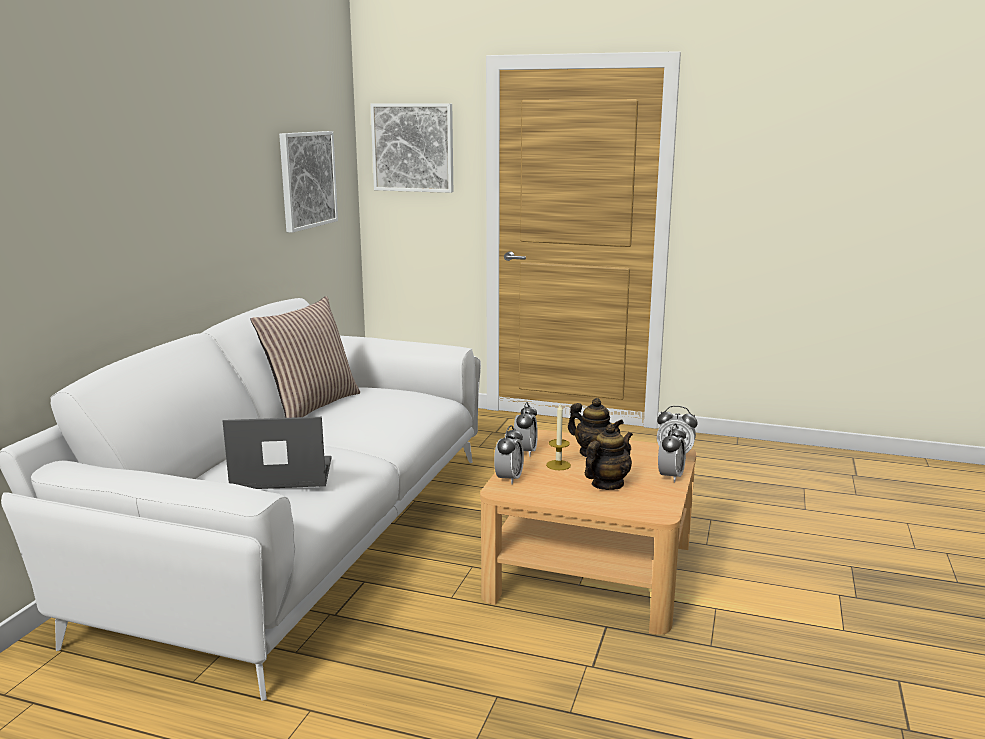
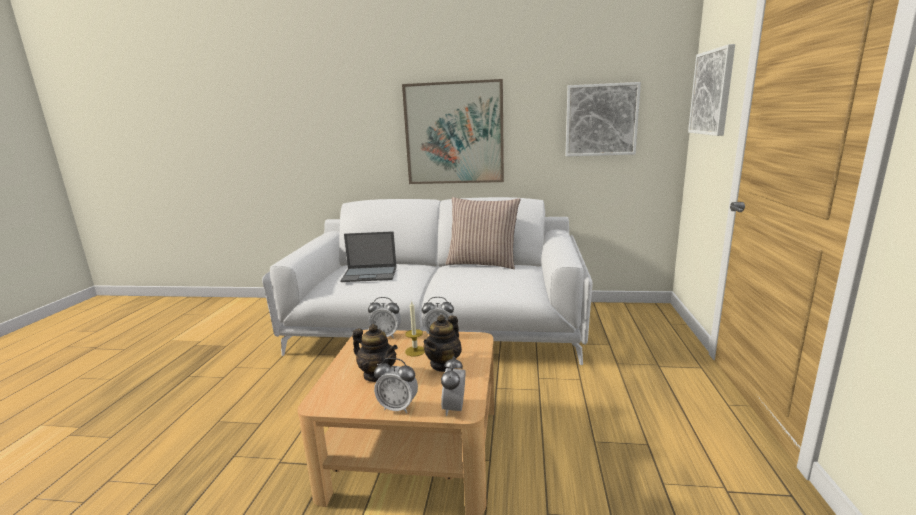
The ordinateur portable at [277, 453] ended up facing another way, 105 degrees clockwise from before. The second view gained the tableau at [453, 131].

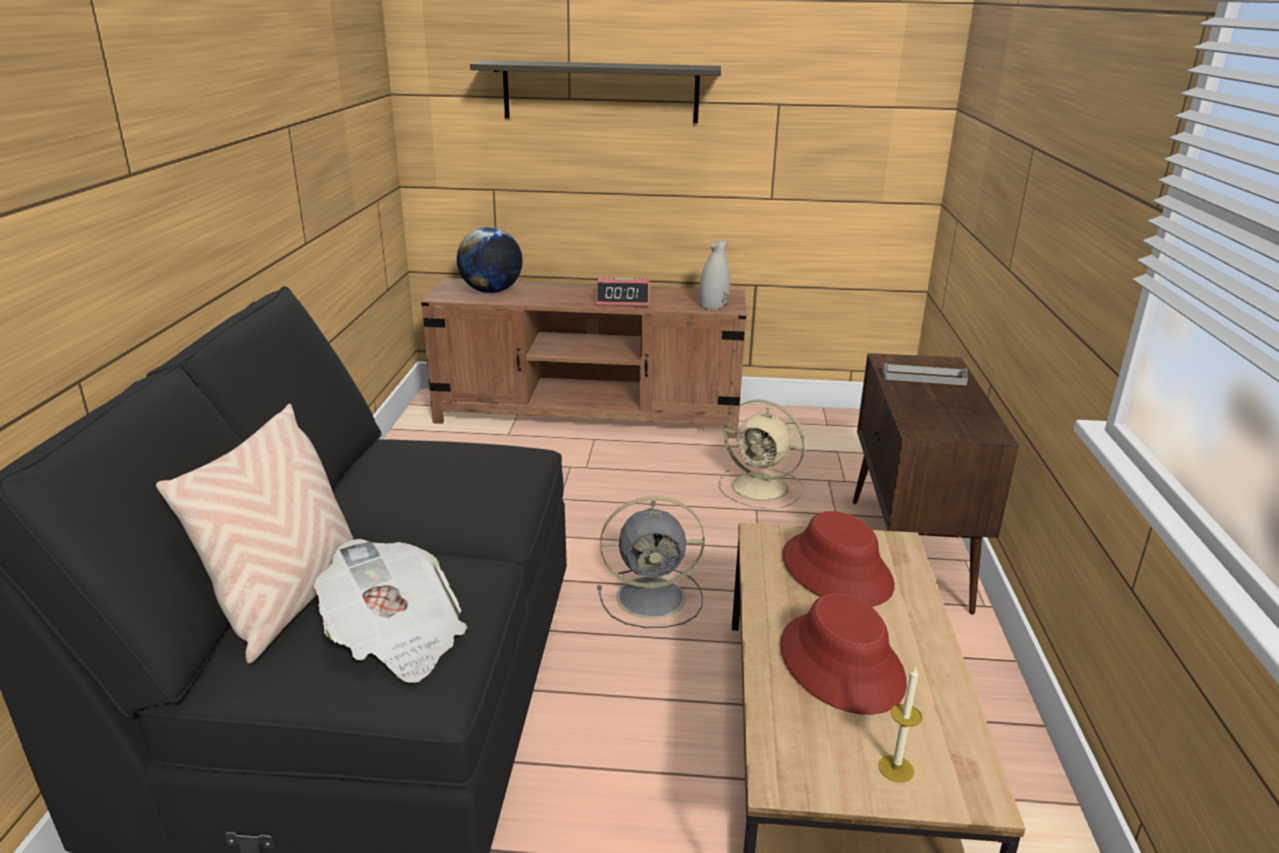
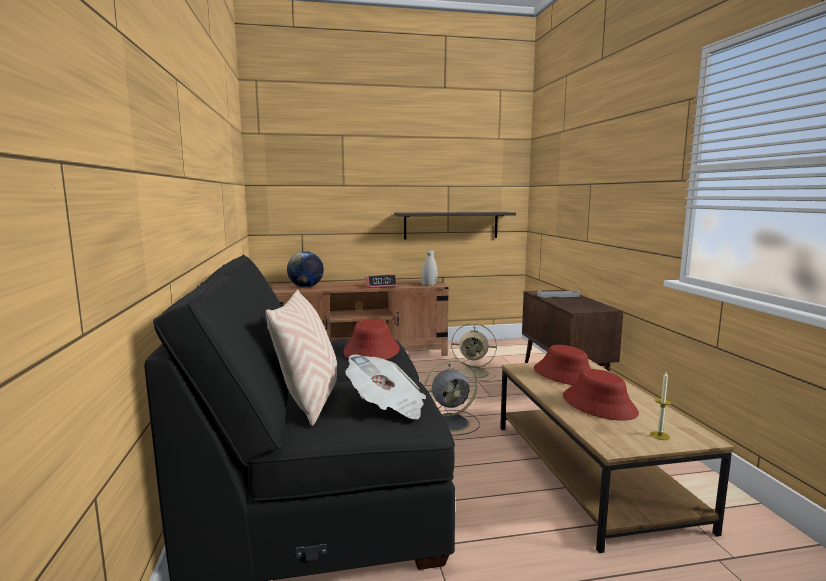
The étagère ended up elsewhere, having gone from [595, 91] to [455, 226]. The second view gained the chapeau [rouge] at [371, 339].

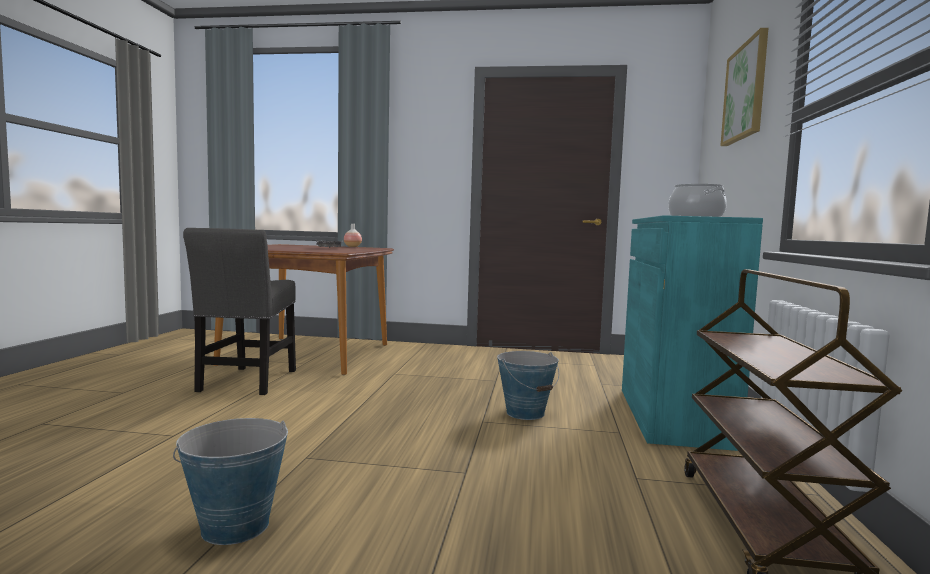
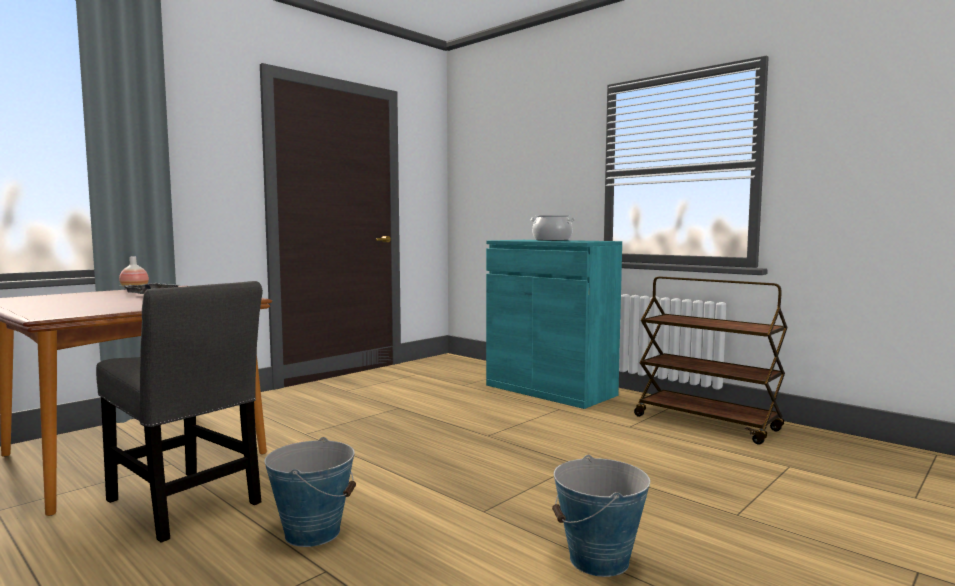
The seau ended up elsewhere, having gone from [528, 385] to [310, 492]. The second view lost the tableau at [744, 87].

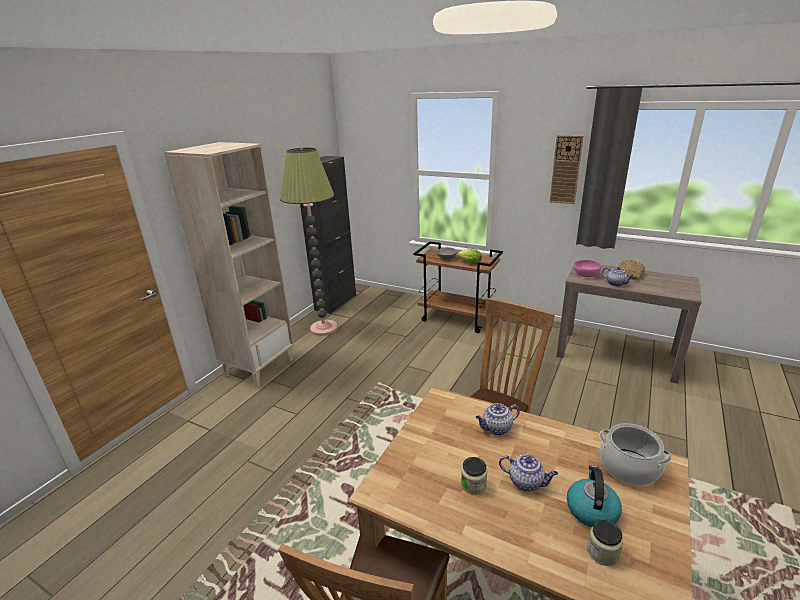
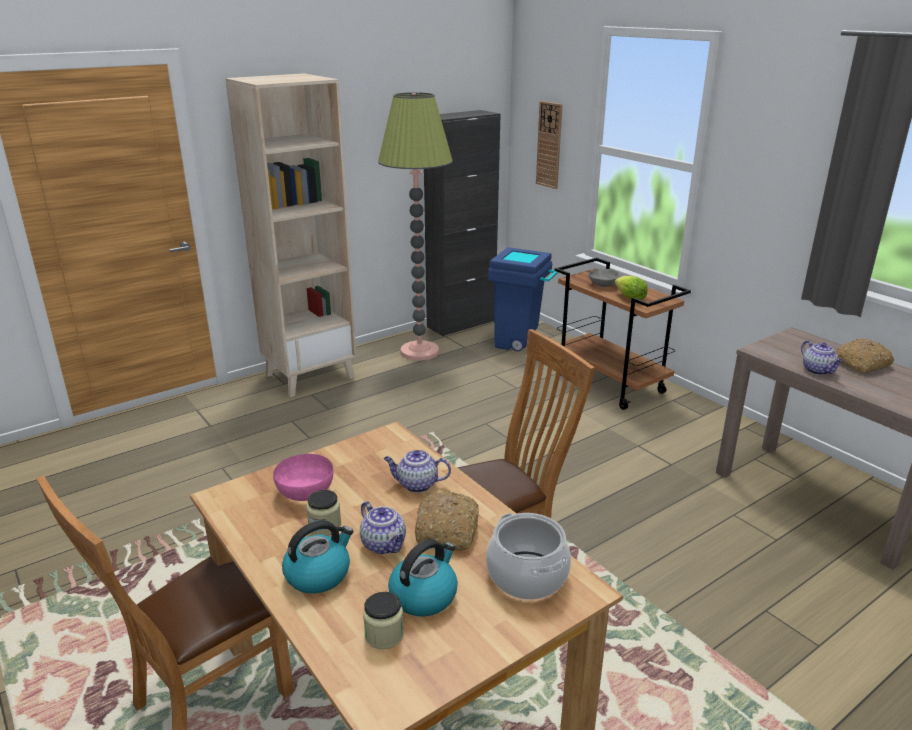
The horloge murale ended up elsewhere, having gone from [566, 169] to [549, 145]. The bol [rose] ended up elsewhere, having gone from [587, 268] to [303, 477]. The second view gained the bouilloire at [317, 556]. The second view gained the pain at [447, 521]. The second view gained the poubelle [bleu] at [523, 299].

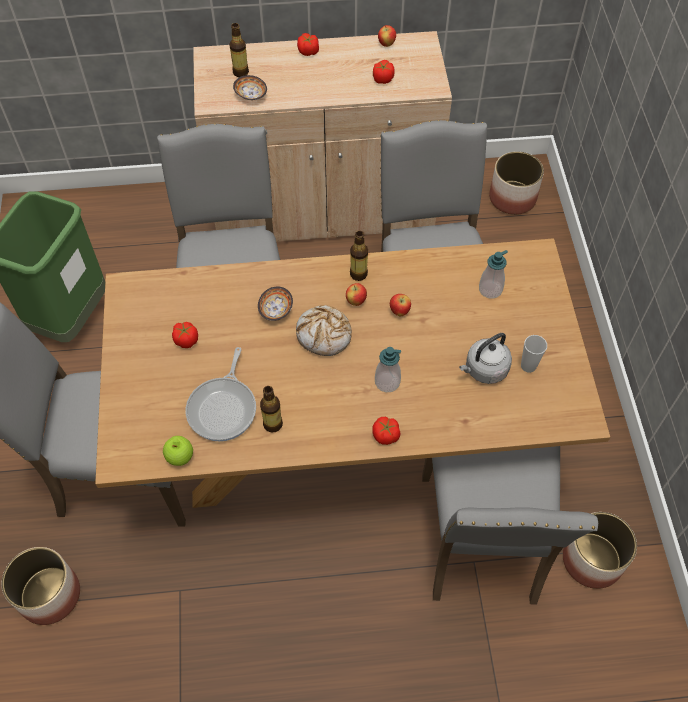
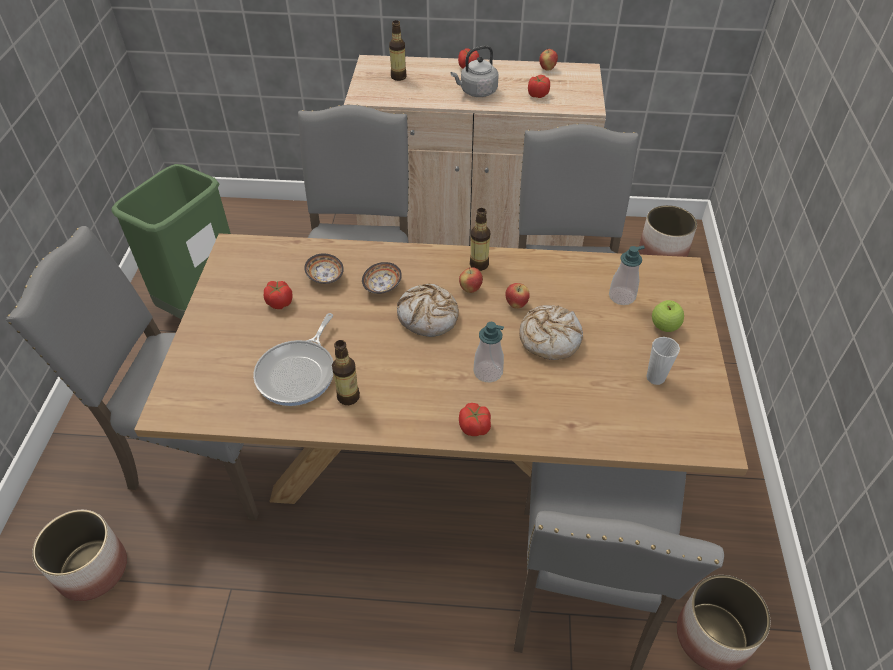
The pomme ended up elsewhere, having gone from [178, 451] to [668, 316]. The bol ended up elsewhere, having gone from [250, 87] to [324, 268]. The bouilloire [gris] ended up elsewhere, having gone from [485, 358] to [475, 71]. The second view gained the pain at [551, 332].

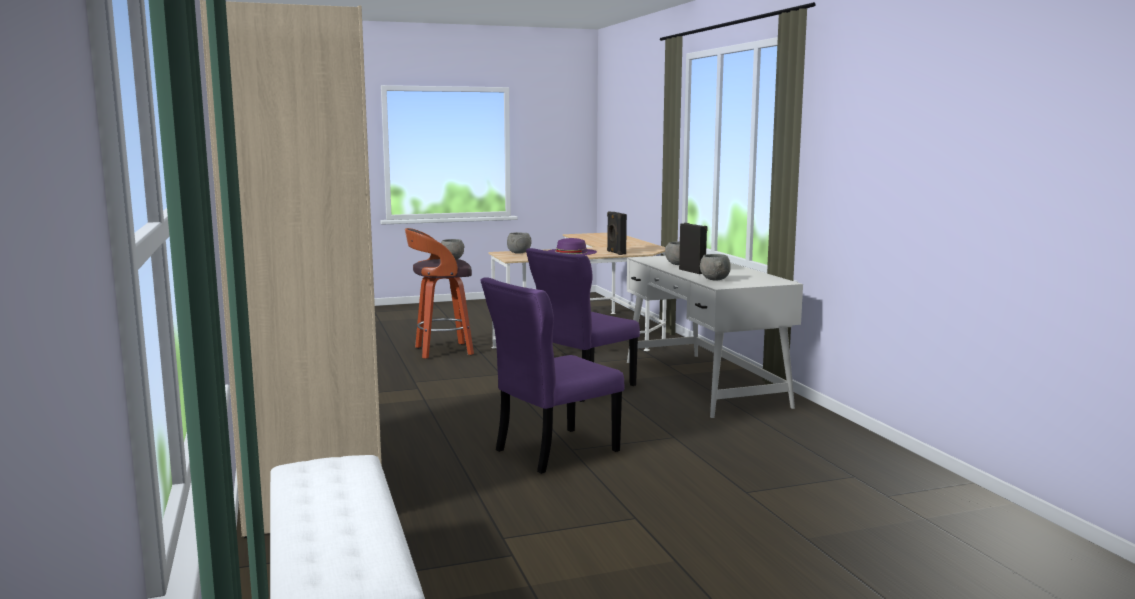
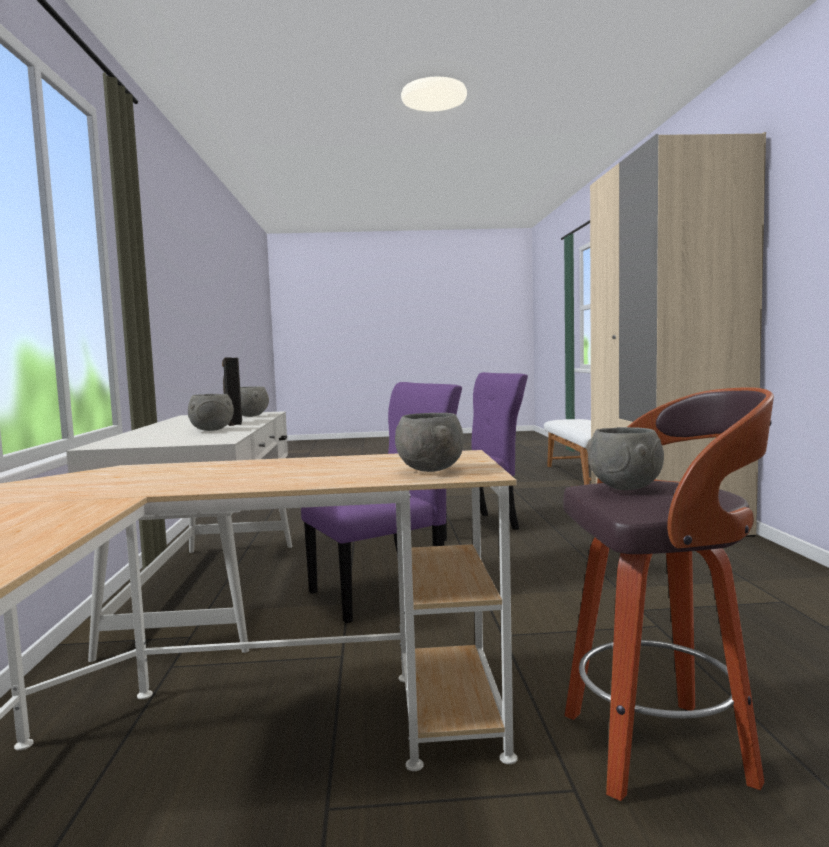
The second view lost the chapeau [violet] at [572, 246]. The second view lost the enceinte [noir] at [617, 233].

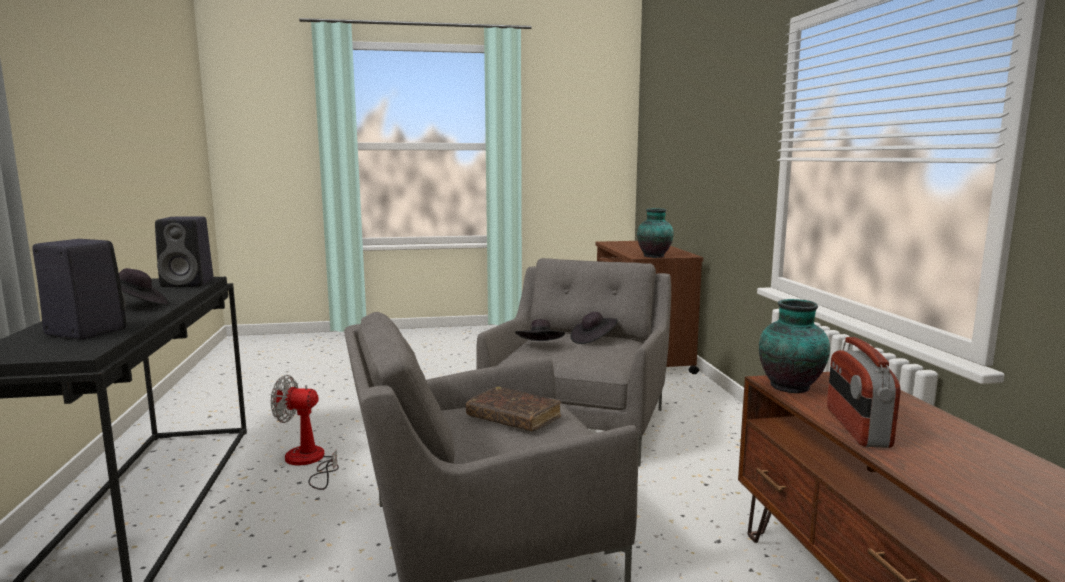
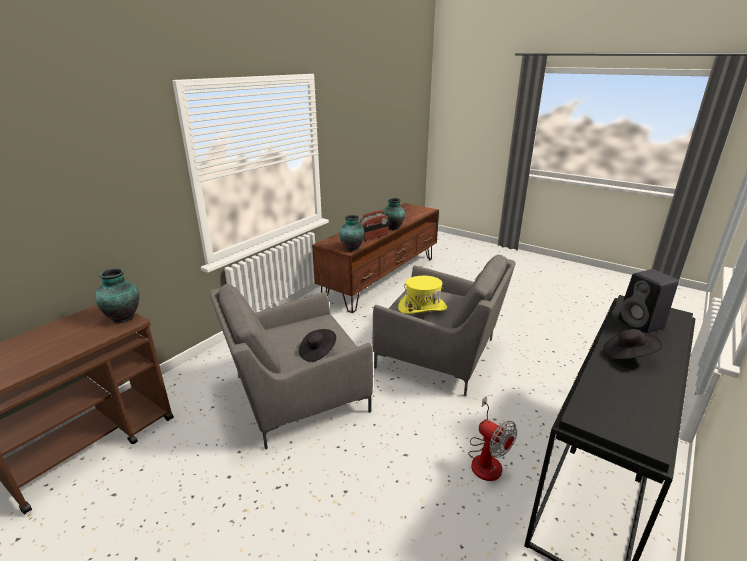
The second view lost the enceinte [noir] at [184, 251]. Where the livre [marron] stood at [513, 408], the chapeau [jaune] came to stand at [422, 295]. The second view lost the chapeau [noir] at [594, 328]. The second view gained the vase at [393, 214].

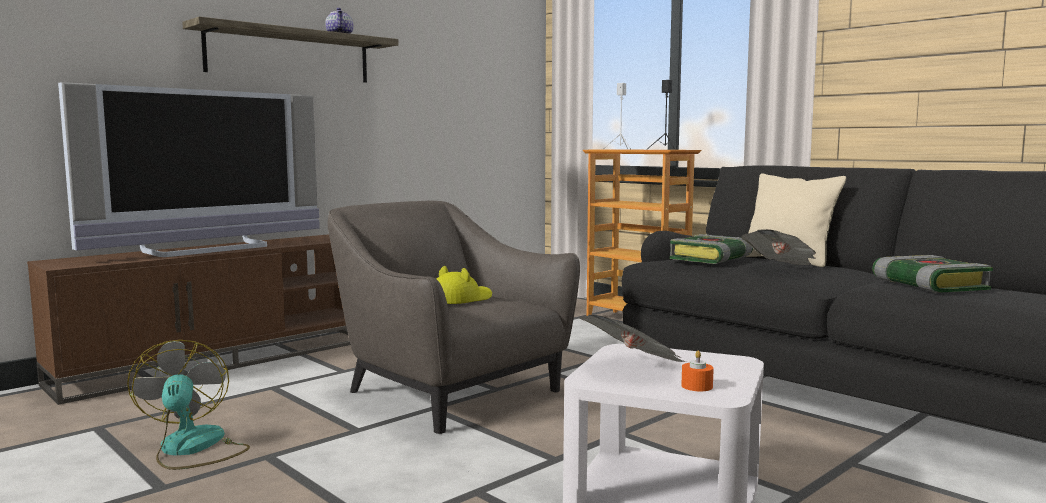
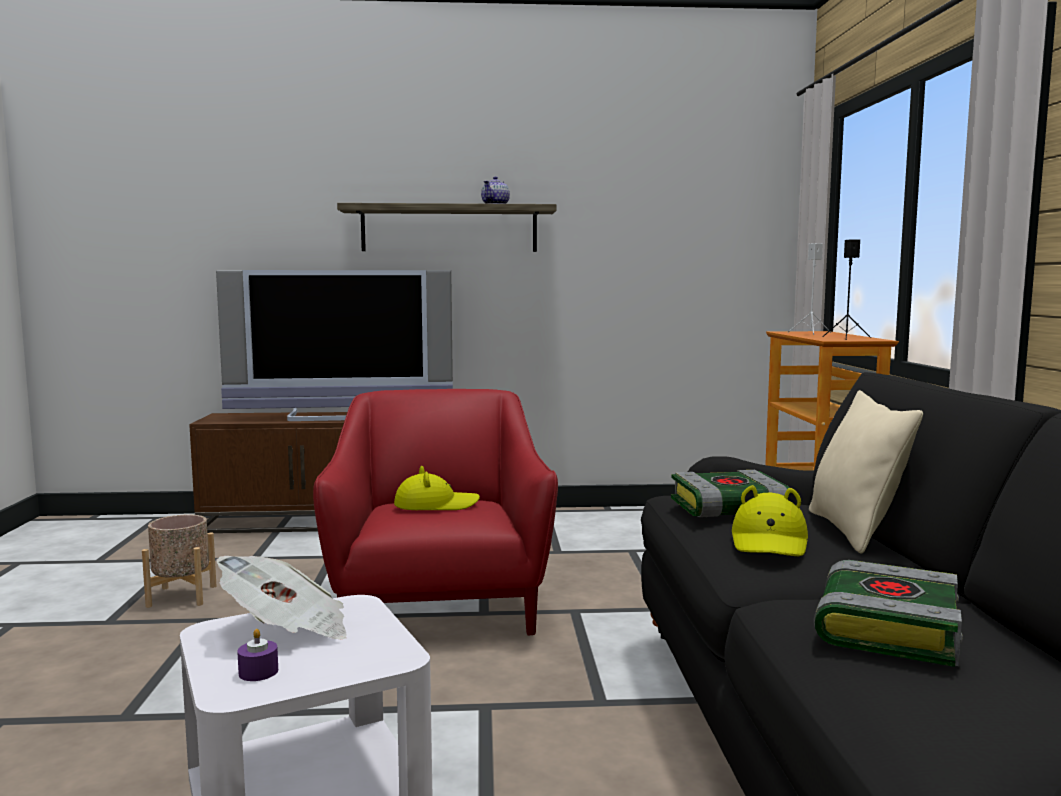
Where the ventilateur stood at [188, 405], the cache-pot [beige] came to stand at [179, 561]. What was the fauteuil [gris] at [454, 317] turned into the fauteuil [rouge] at [435, 512]. What was the bougie [orange] at [697, 371] turned into the bougie [violet] at [257, 655]. Where the journal stood at [778, 247], the chapeau [jaune] came to stand at [770, 520].

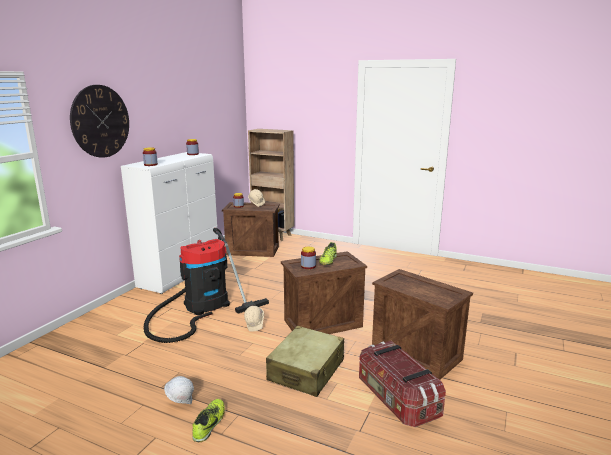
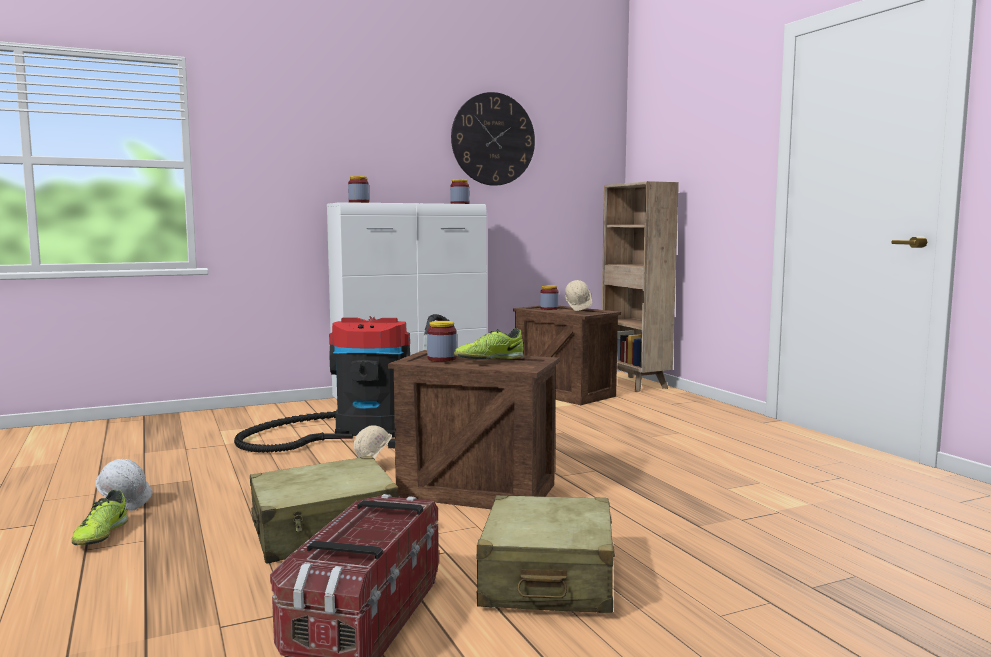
The horloge murale ended up elsewhere, having gone from [99, 121] to [493, 139]. The chaussure at [208, 420] ended up facing another way, 120 degrees clockwise from before. Where the caisse stood at [422, 324], the valise [beige] came to stand at [545, 554].

